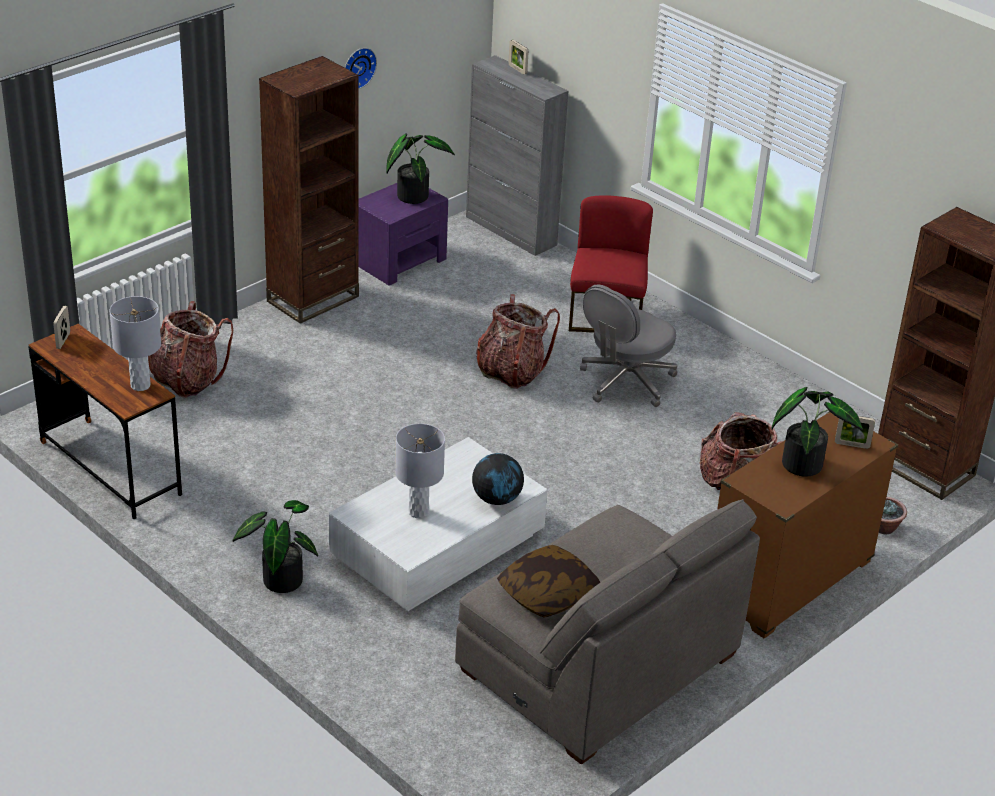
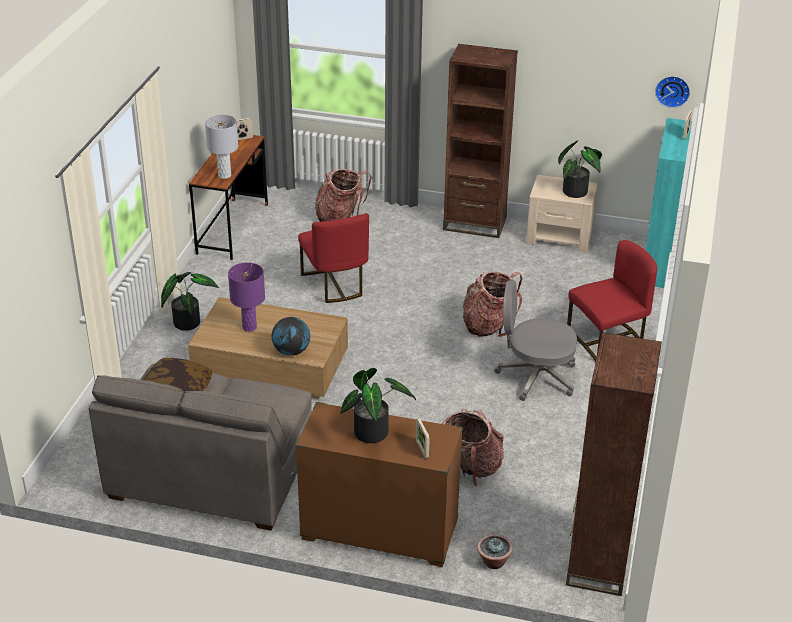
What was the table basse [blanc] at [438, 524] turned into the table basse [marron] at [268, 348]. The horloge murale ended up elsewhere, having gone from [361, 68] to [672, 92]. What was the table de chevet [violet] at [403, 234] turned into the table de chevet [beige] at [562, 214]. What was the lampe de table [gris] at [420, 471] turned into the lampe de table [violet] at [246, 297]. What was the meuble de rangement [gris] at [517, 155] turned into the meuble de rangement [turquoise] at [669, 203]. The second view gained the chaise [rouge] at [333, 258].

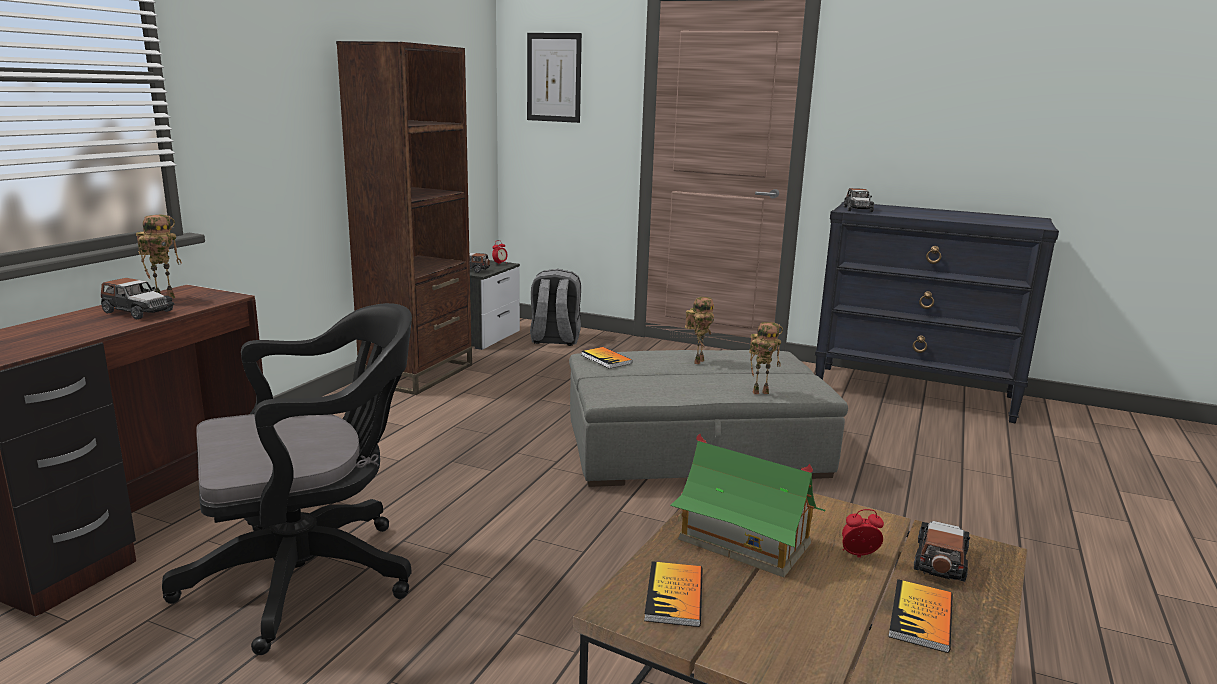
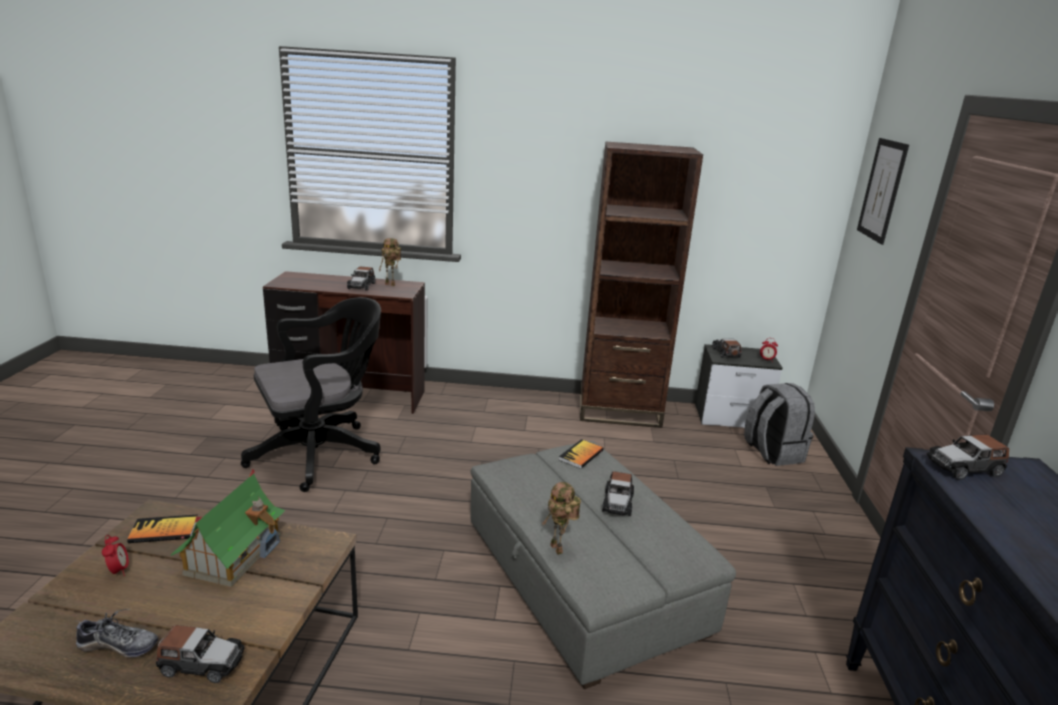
The chaise de bureau [noir] at [287, 479] ended up facing another way, 75 degrees counterclockwise from before. Where the robot jouet stood at [699, 330], the petite voiture came to stand at [618, 493]. The réveil ended up elsewhere, having gone from [863, 533] to [115, 555]. Where the livre stood at [920, 616], the chaussure came to stand at [117, 633].

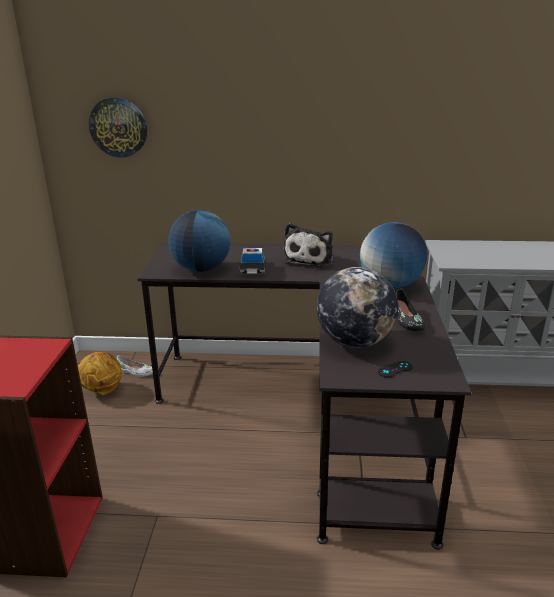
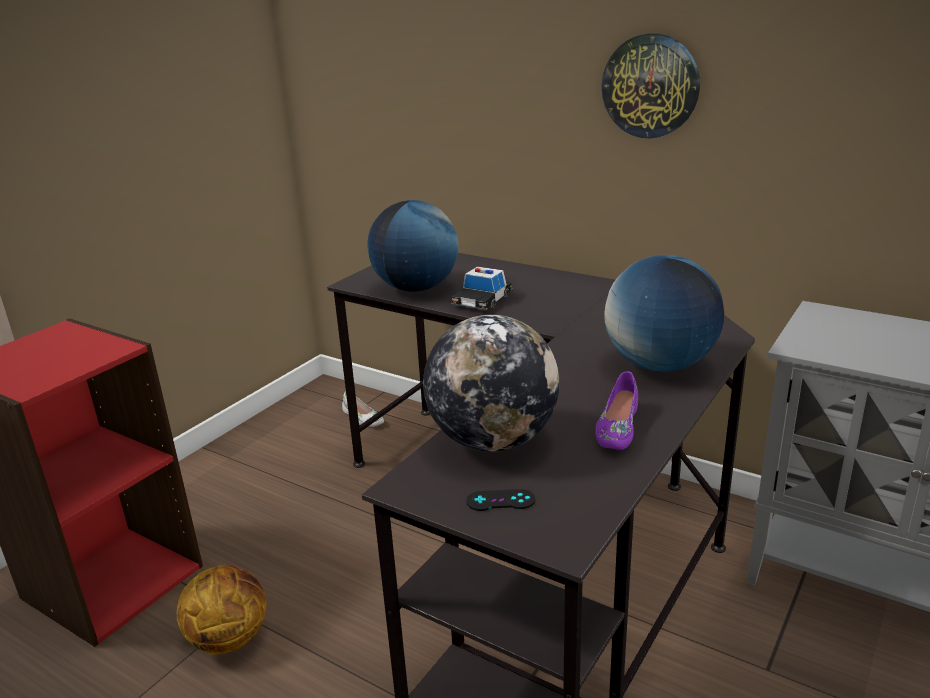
The ballon de basket ended up elsewhere, having gone from [100, 373] to [222, 610]. The horloge murale ended up elsewhere, having gone from [118, 127] to [651, 85]. The second view lost the peluche at [308, 245]. What was the chaussure [noir] at [410, 310] turned into the chaussure [violet] at [616, 410].

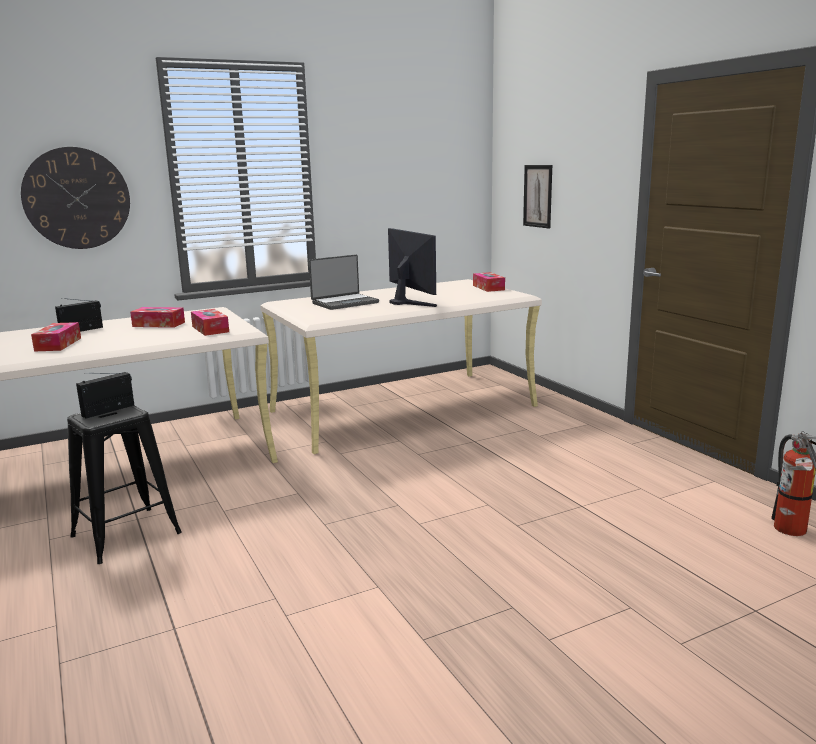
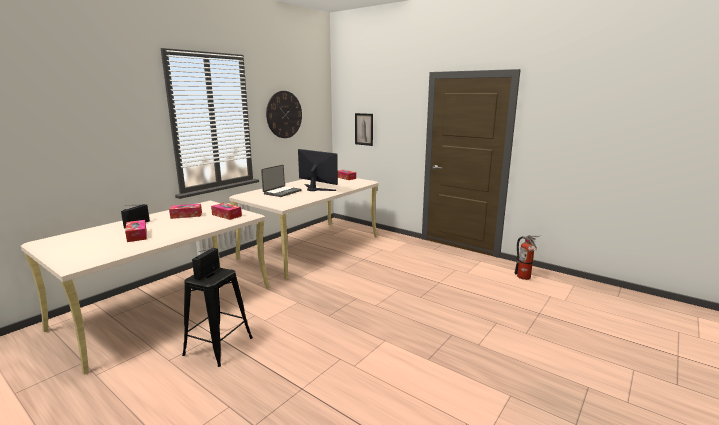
The horloge murale ended up elsewhere, having gone from [75, 198] to [284, 114].

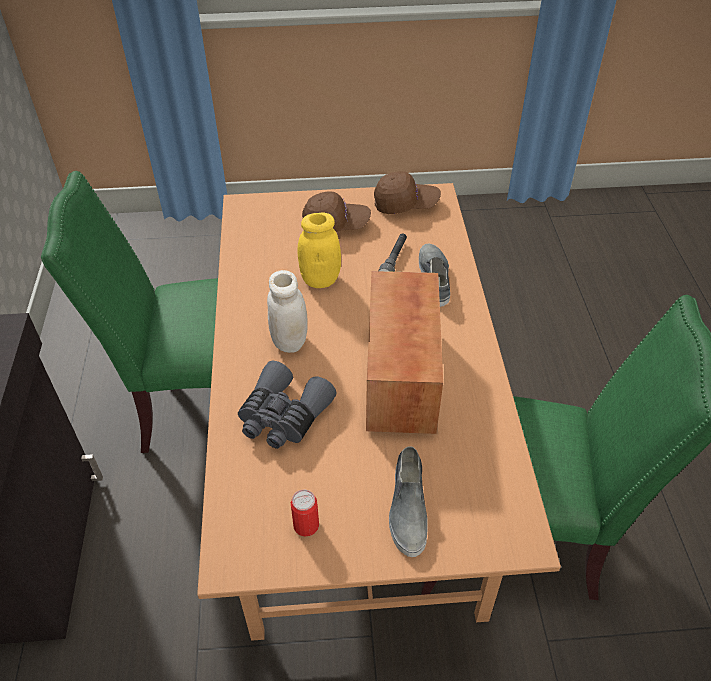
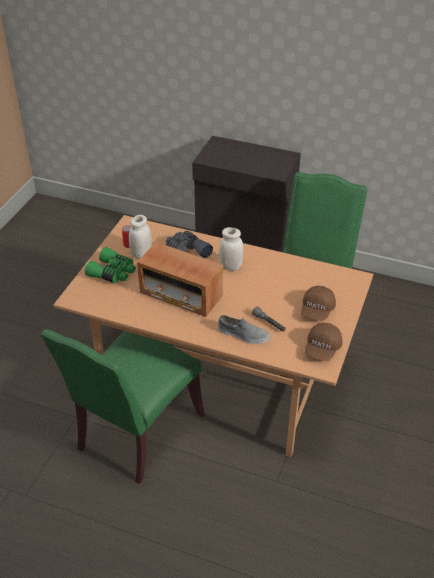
The second view lost the bocal [jaune] at [319, 250]. Where the chaussure [gris] stood at [408, 502], the jumelles [vert] came to stand at [110, 265]. The second view gained the bocal [blanc] at [140, 237].

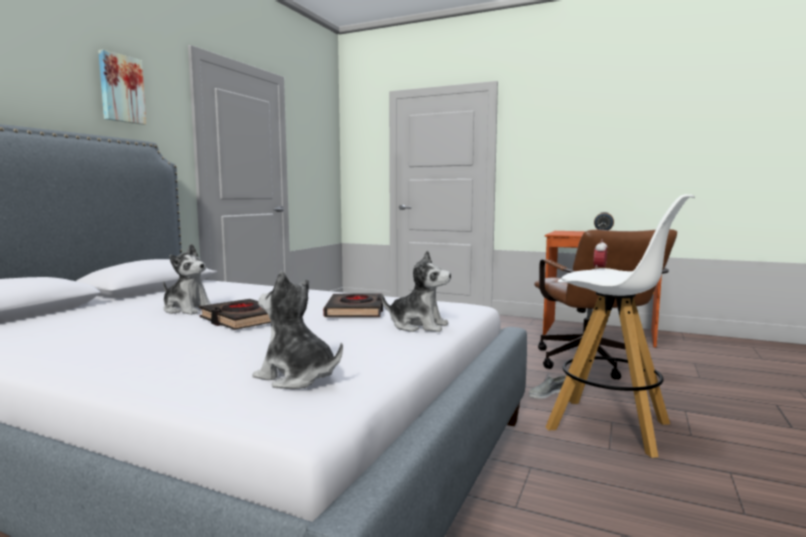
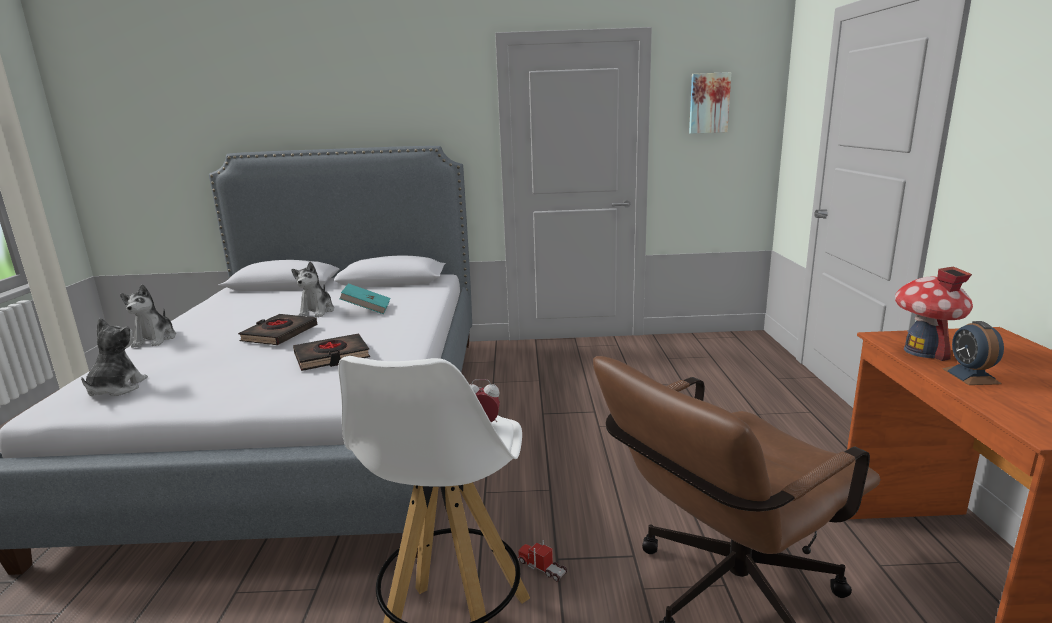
The tableau ended up elsewhere, having gone from [122, 87] to [710, 103]. The peluche ended up elsewhere, having gone from [416, 291] to [148, 316]. Where the chaussure [gris] stood at [547, 387], the camion jouet came to stand at [542, 561]. The second view gained the livre [turquoise] at [364, 298]. The second view gained the maison miniature at [934, 314].

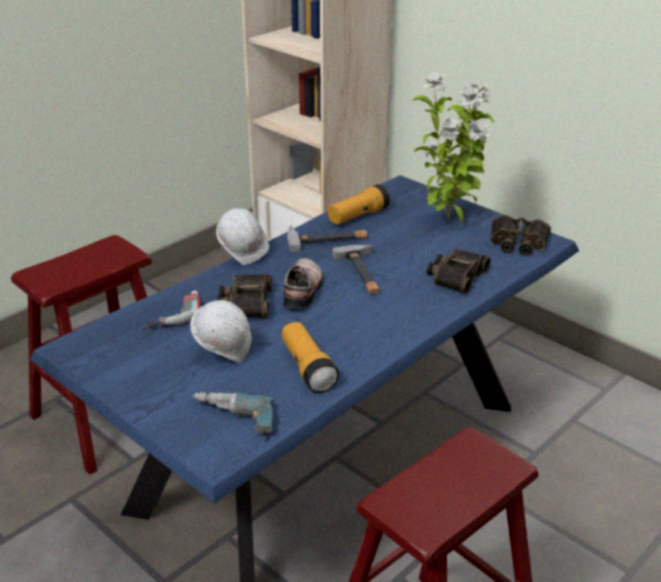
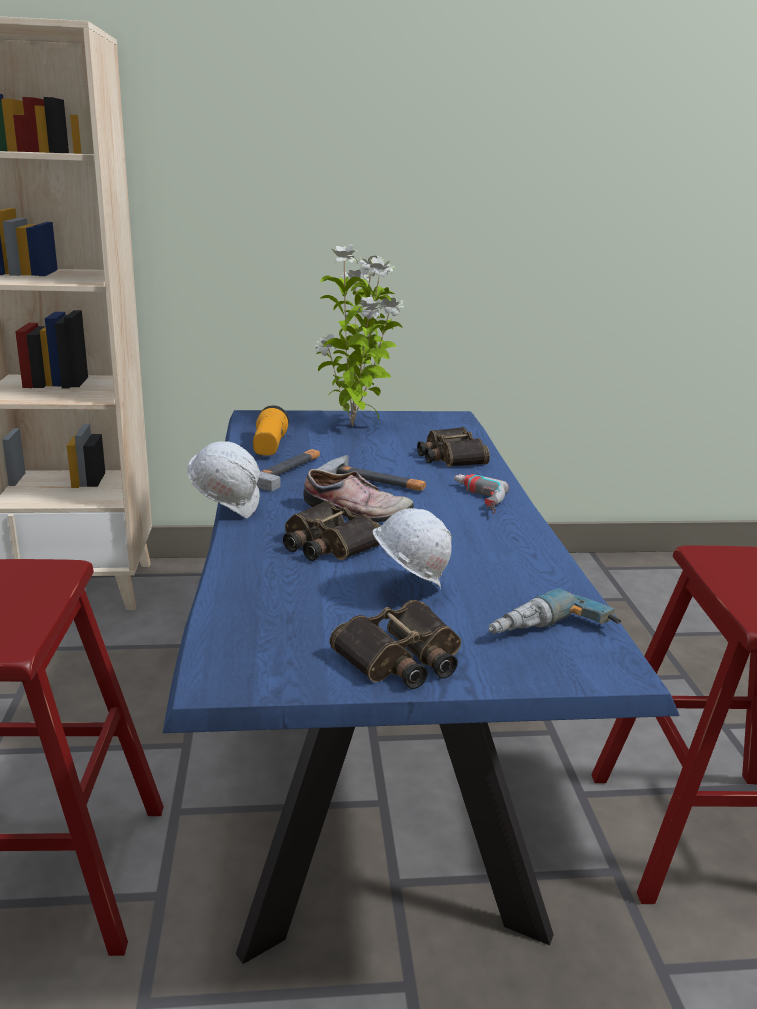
The perceuse ended up elsewhere, having gone from [171, 310] to [481, 494]. The second view lost the lampe de poche at [310, 357]. The chaussure at [303, 283] ended up facing another way, 150 degrees clockwise from before. The jumelles ended up elsewhere, having gone from [520, 235] to [395, 644].

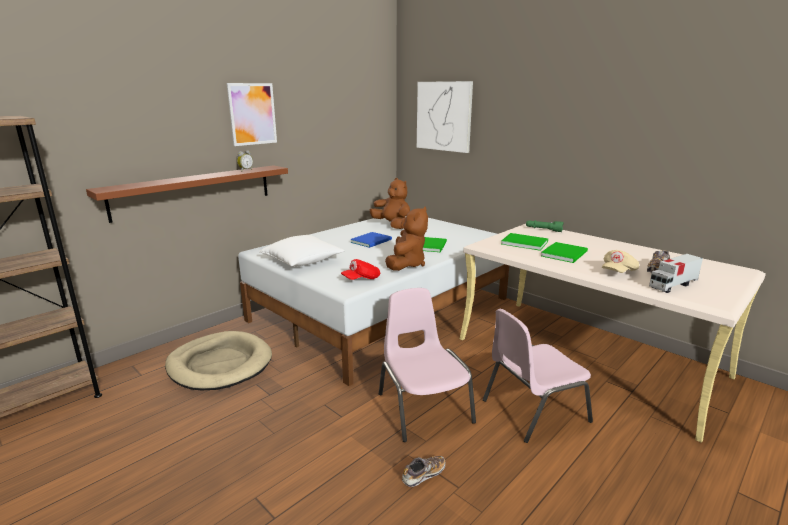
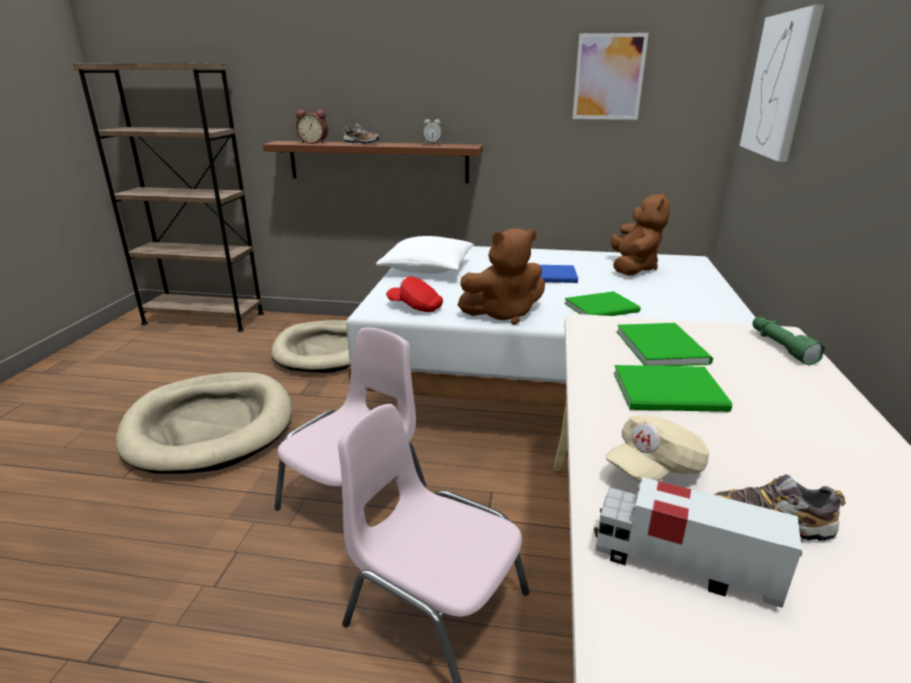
The tableau ended up elsewhere, having gone from [252, 114] to [611, 76]. The chaussure ended up elsewhere, having gone from [423, 471] to [361, 134]. The casquette [beige] at [620, 261] ended up facing another way, 45 degrees counterclockwise from before. The second view gained the panier pour chien [beige] at [204, 423]. The second view gained the réveil at [312, 127].

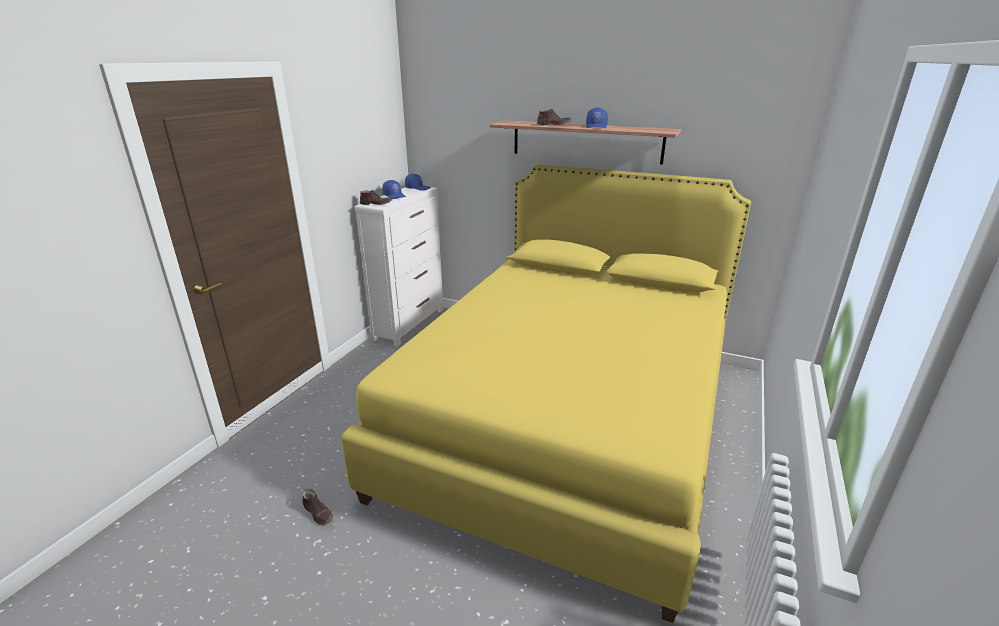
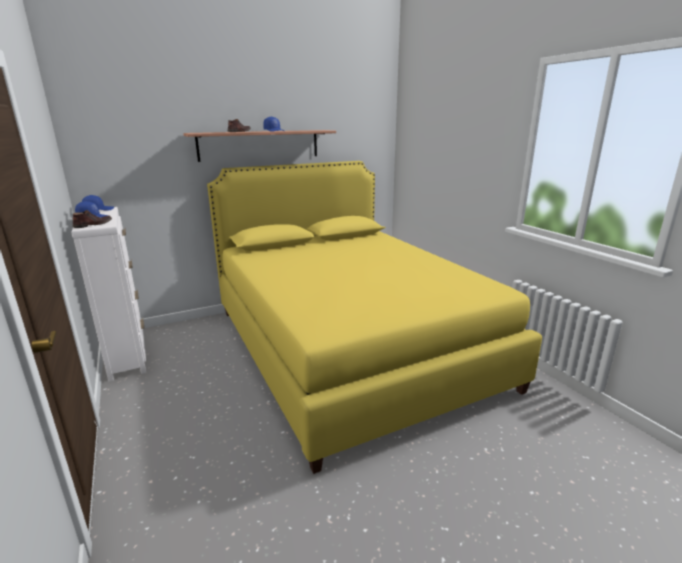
The second view lost the chaussure [marron] at [317, 507].

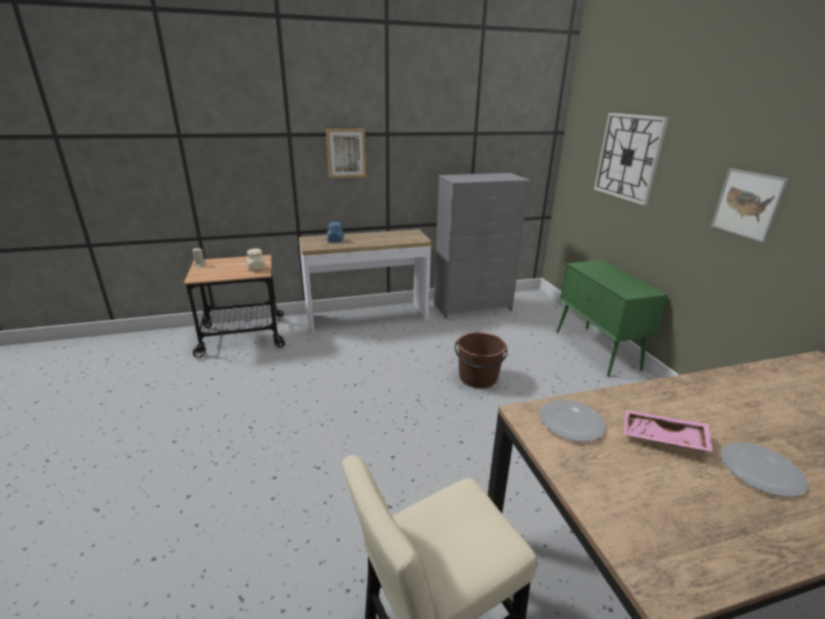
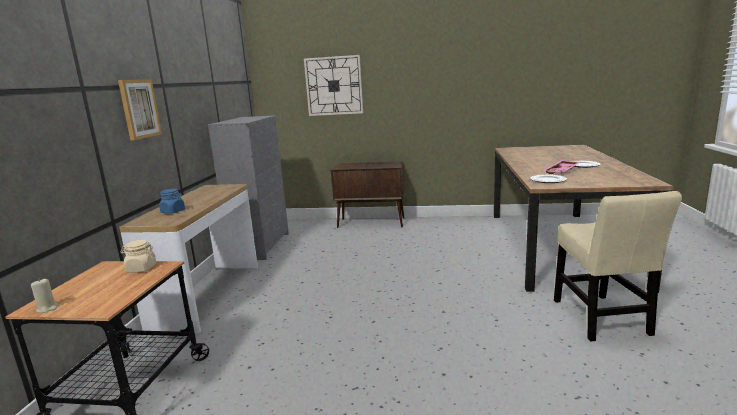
The second view lost the seau [marron] at [481, 360]. What was the meuble de rangement [vert] at [612, 318] turned into the meuble de rangement [marron] at [368, 194]. The second view lost the tableau at [750, 205].

